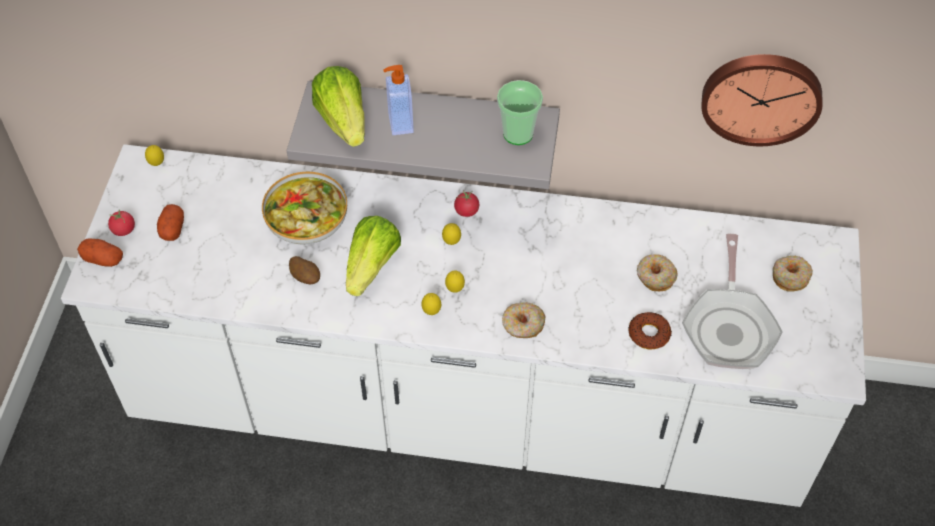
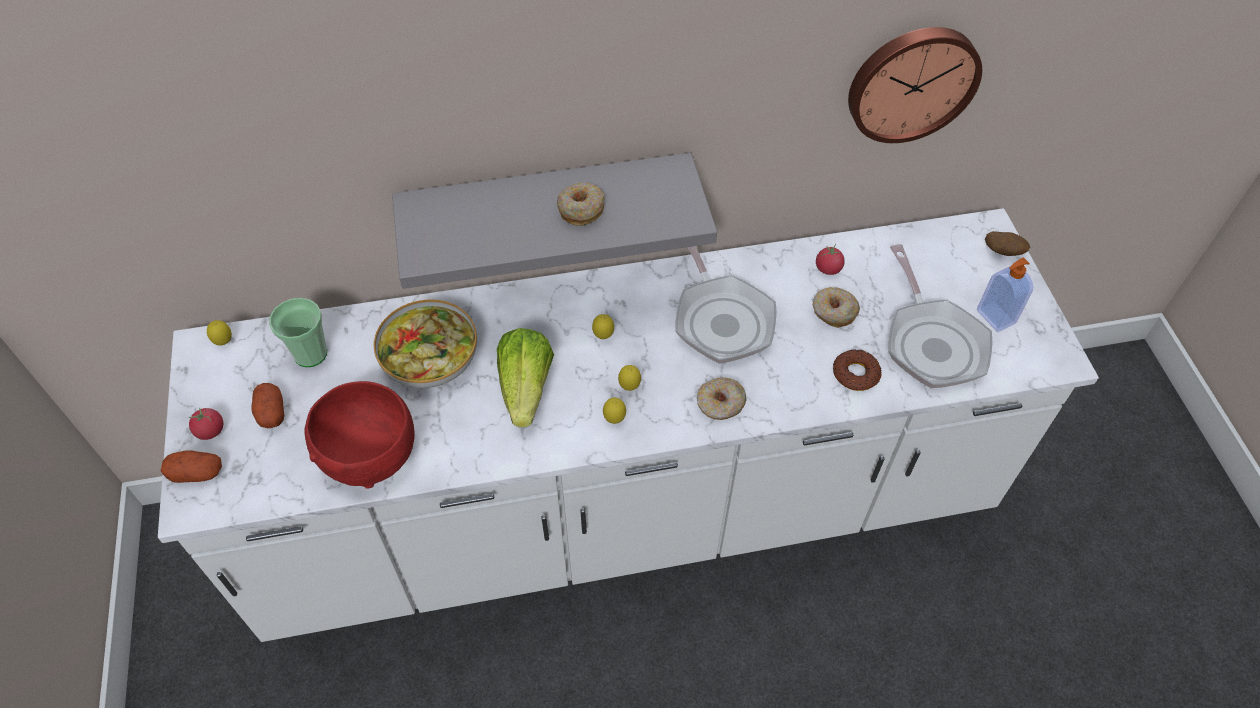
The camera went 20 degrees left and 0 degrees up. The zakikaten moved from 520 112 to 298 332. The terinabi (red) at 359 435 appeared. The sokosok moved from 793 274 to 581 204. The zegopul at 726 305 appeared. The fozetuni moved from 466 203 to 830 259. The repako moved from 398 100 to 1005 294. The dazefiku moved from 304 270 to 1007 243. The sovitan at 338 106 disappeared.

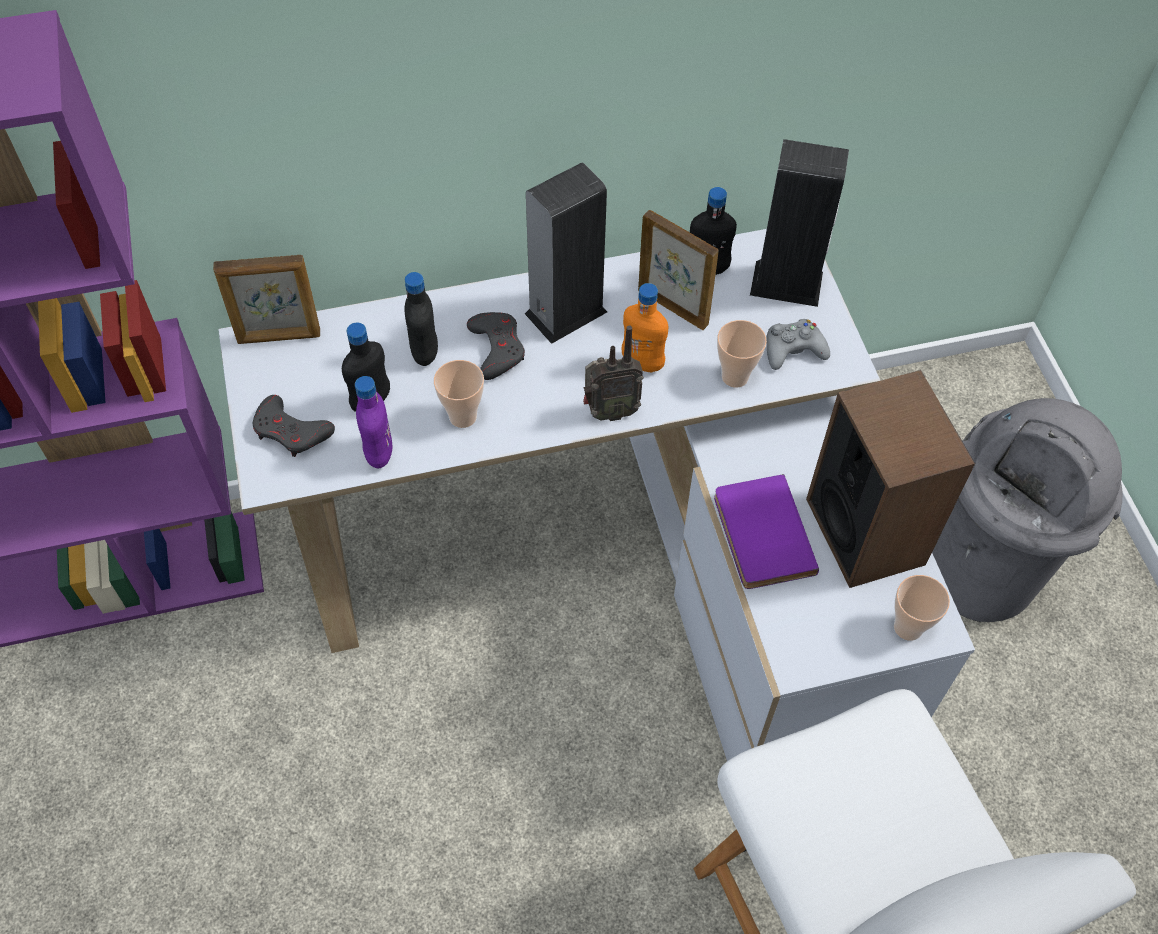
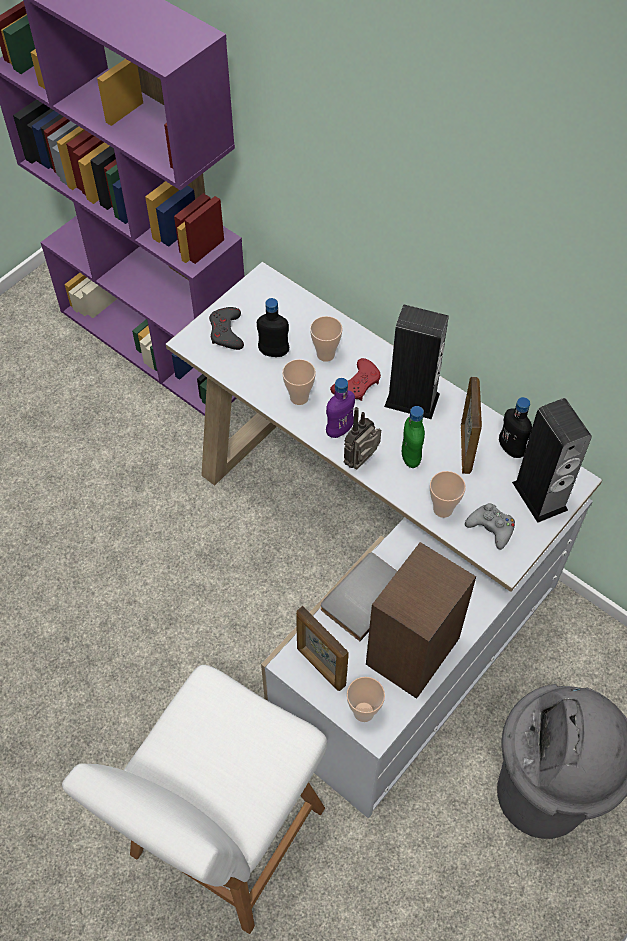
The camera went 55 degrees right and 0 degrees up. The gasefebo moved from 266 299 to 322 648. The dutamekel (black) at 421 319 was replaced by the zakikaten at 326 339. The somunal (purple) at 766 531 became the somunal (grey) at 359 597. The dutamekel (purple) moved from 373 422 to 340 408. The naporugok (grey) at 496 346 became the naporugok (red) at 355 379. The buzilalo at 613 373 turned 90 degrees clockwise. The dutamekel (orange) at 645 327 became the dutamekel (green) at 413 437.

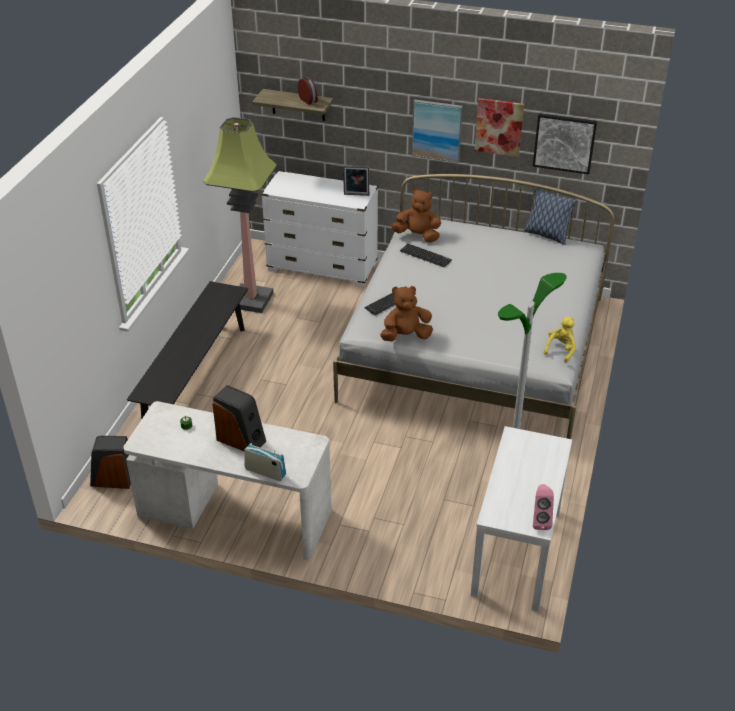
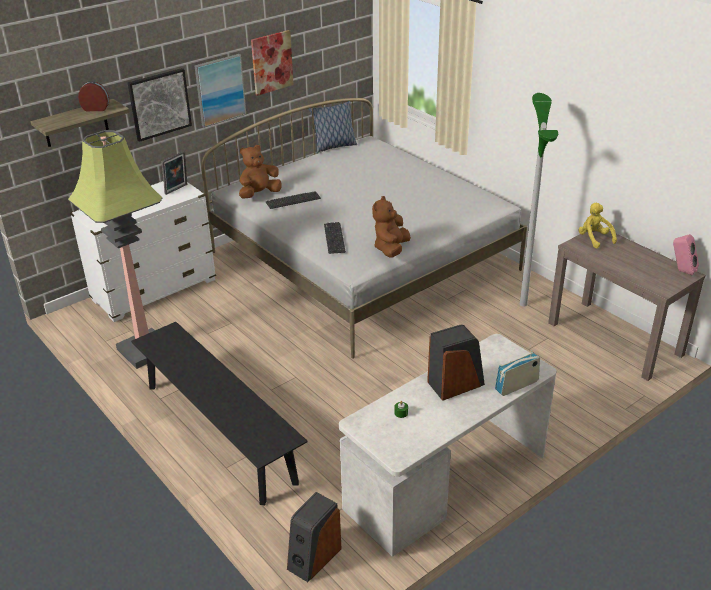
The camera went 55 degrees left and 5 degrees down. The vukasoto moved from 565 143 to 160 105. The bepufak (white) at 521 519 became the bepufak (brown) at 627 306. The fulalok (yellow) moved from 560 339 to 598 226.

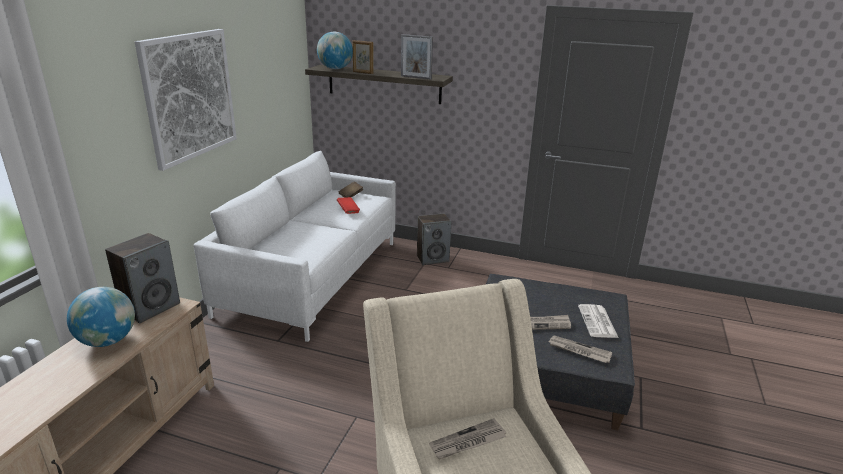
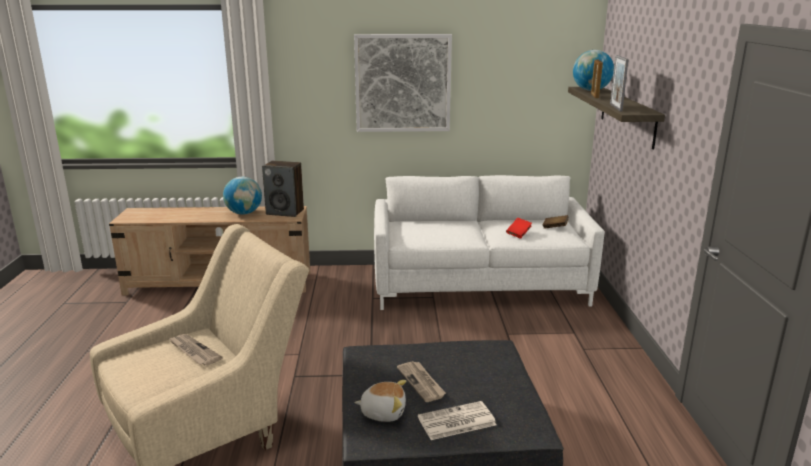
The camera went 70 degrees right and 5 degrees down. The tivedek at 580 349 was replaced by the fulalok at 380 401. The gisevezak at 434 239 disappeared.

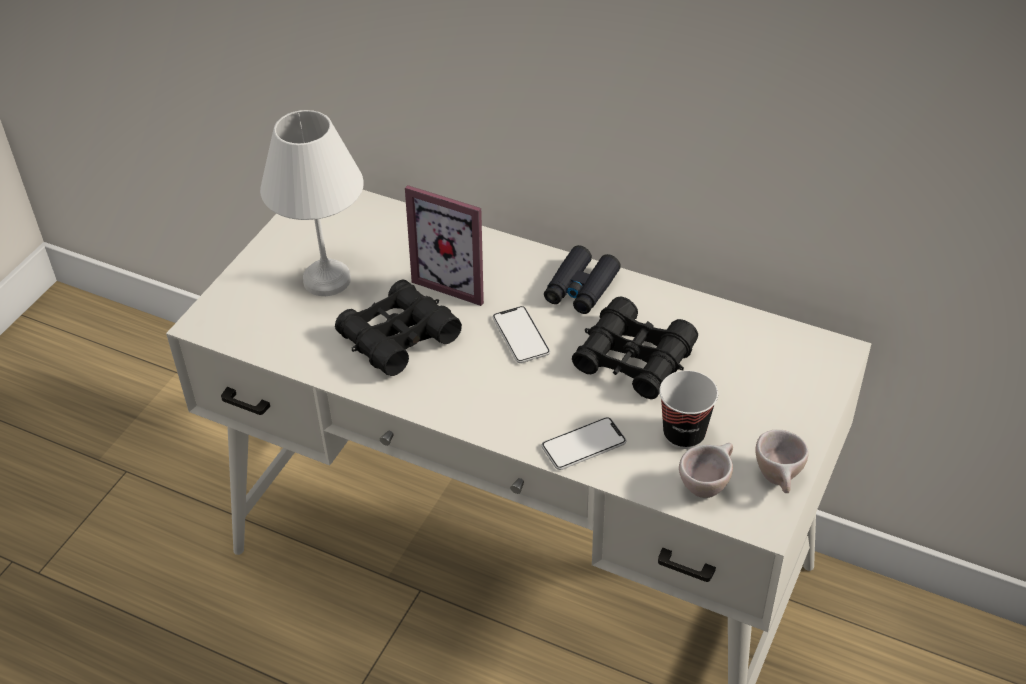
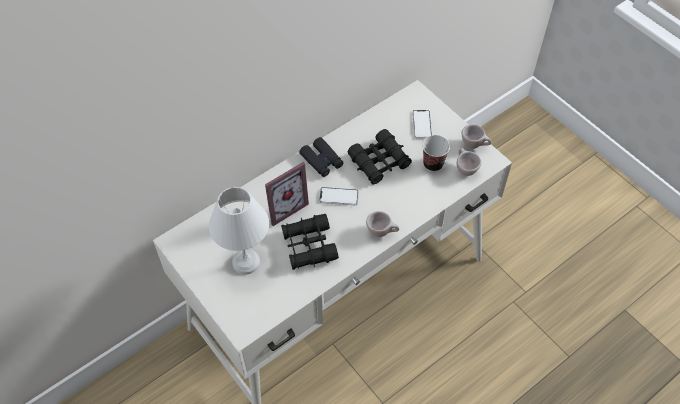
The camera went 65 degrees left and 10 degrees up. The zakikaten (beige) at 382 224 appeared. The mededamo moved from 583 443 to 422 124.

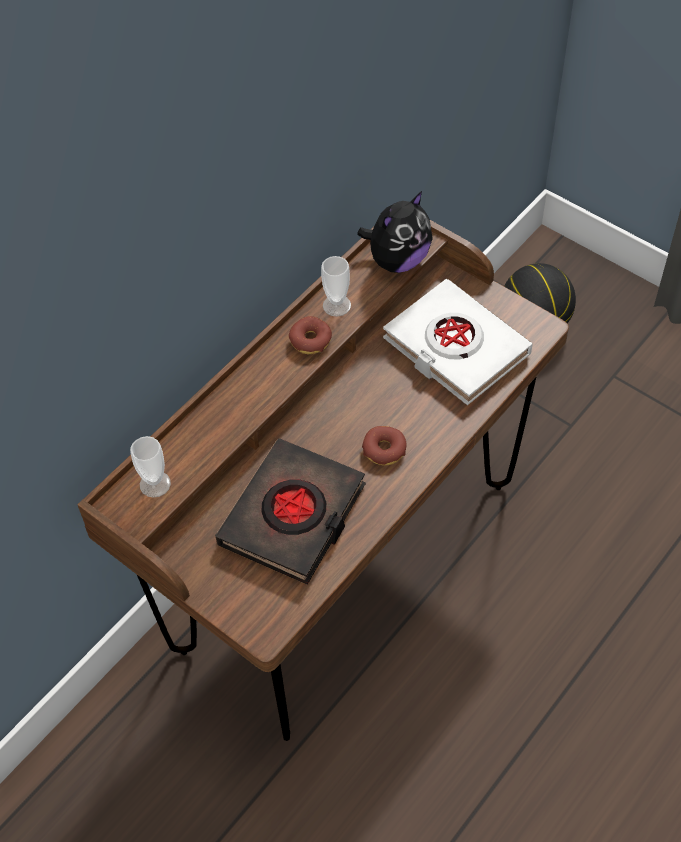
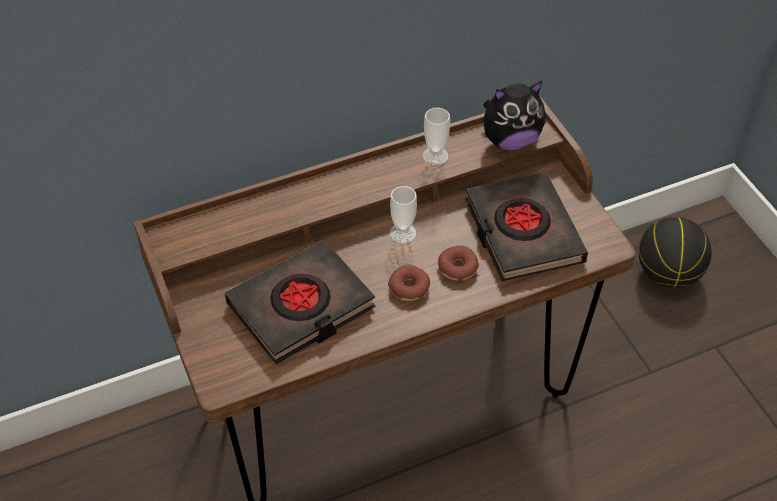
The camera went 25 degrees right and 5 degrees down. The zakikaten moved from 150 467 to 403 214. The sokosok moved from 310 335 to 458 263. The somunal (white) at 458 342 became the somunal (black) at 526 226.

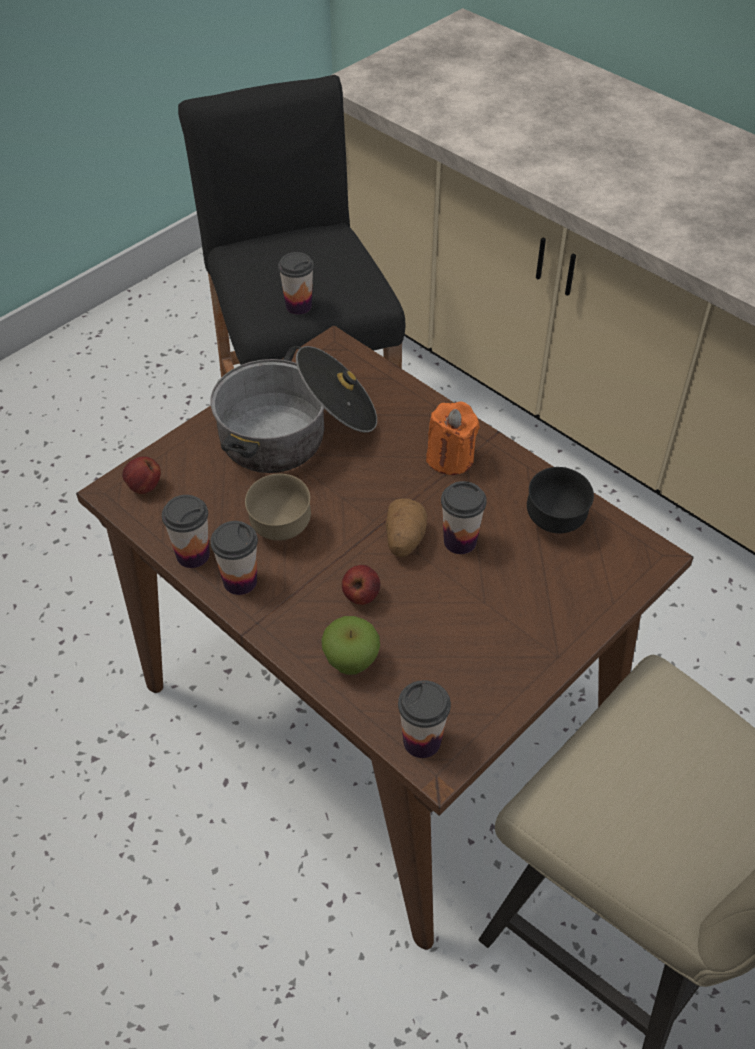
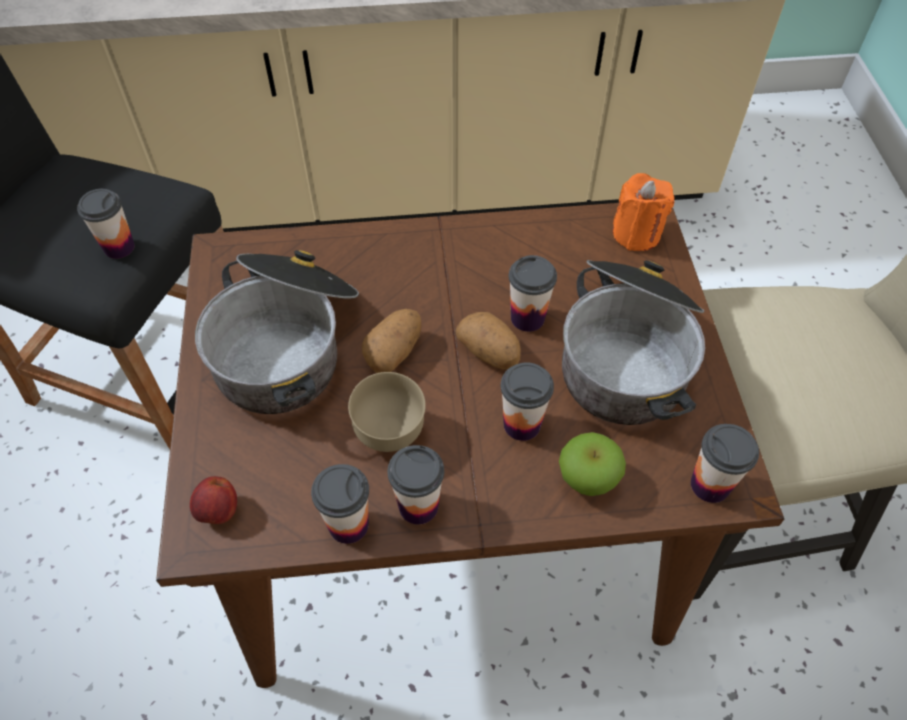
The camera went 50 degrees left and 5 degrees up. The dazefiku at 391 341 appeared. The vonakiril at 361 585 was replaced by the zakikaten at 527 402. The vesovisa at 633 342 appeared. The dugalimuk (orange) moved from 453 438 to 644 212. The terinabi (black) at 560 500 disappeared.

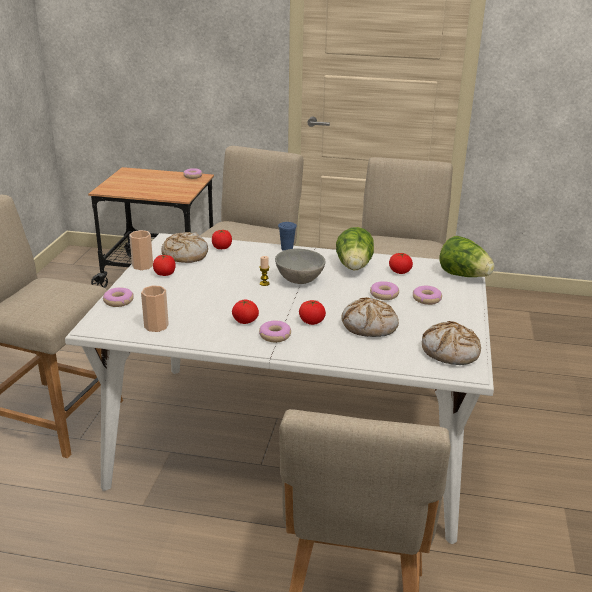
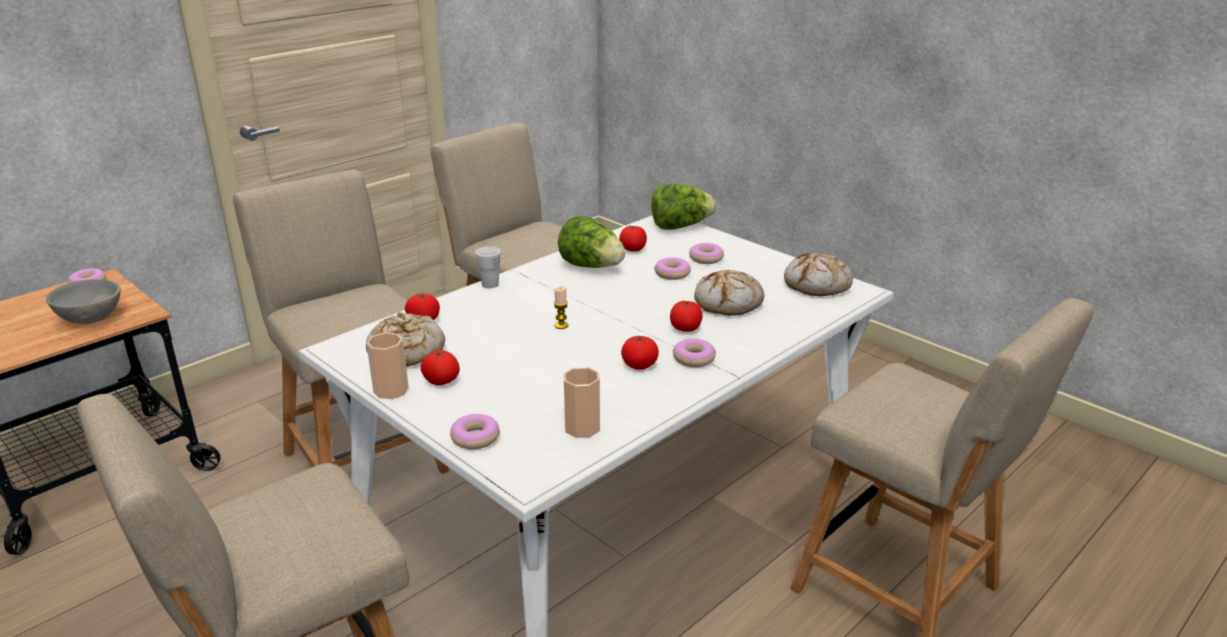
The camera went 55 degrees left and 0 degrees up. The terinabi (grey) moved from 300 266 to 83 301. The zakikaten (blue) at 287 236 became the zakikaten (white) at 488 267.

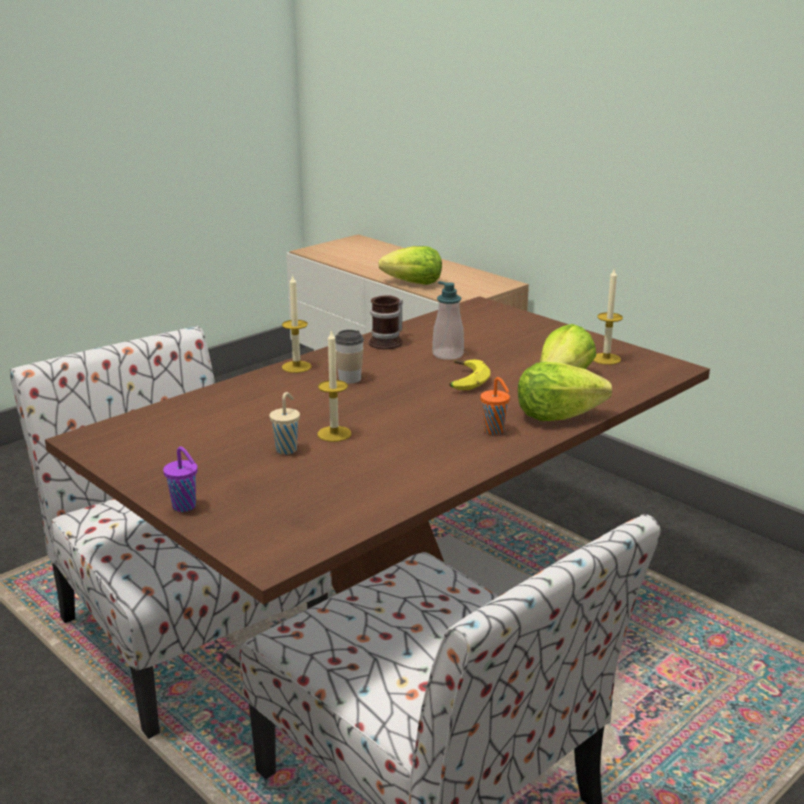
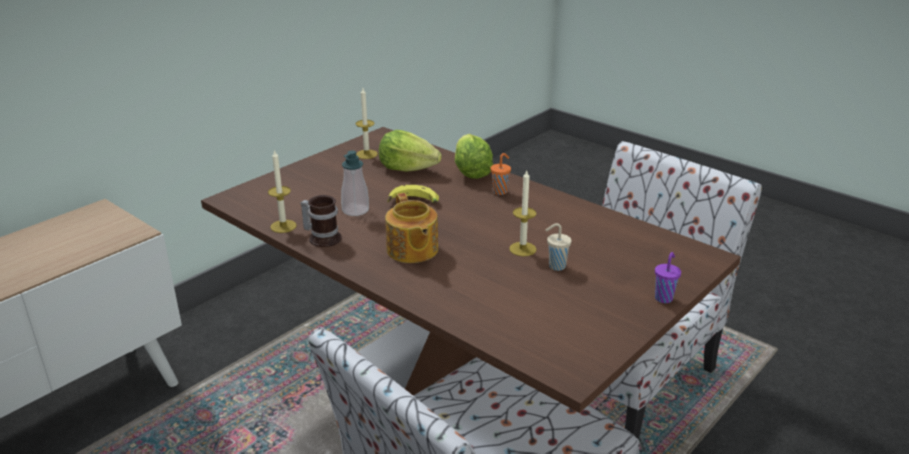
The camera went 95 degrees left and 5 degrees up. The dugalimuk moved from 297 323 to 282 191. The zakikaten at 349 357 was replaced by the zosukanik at 411 228. The sovitan at 410 265 disappeared.

